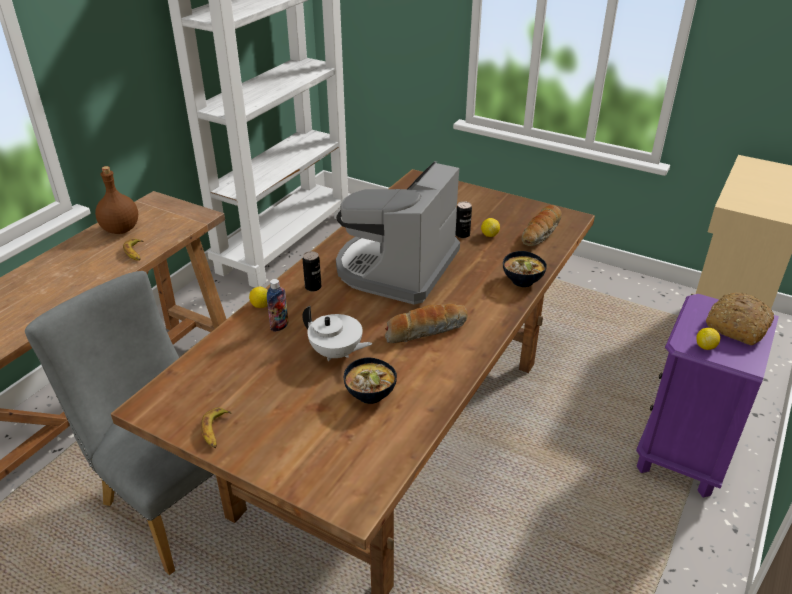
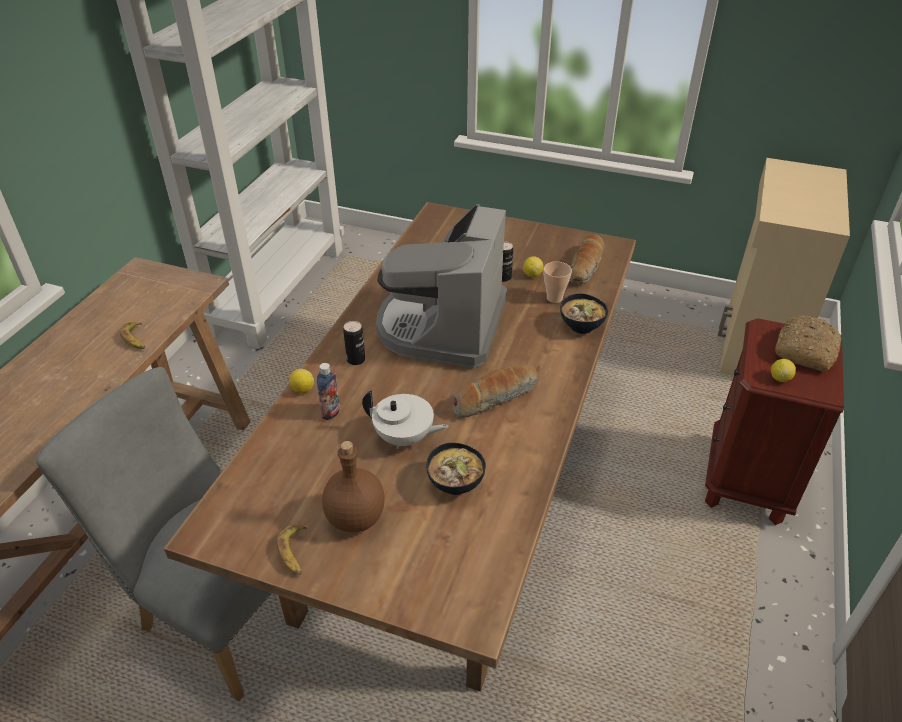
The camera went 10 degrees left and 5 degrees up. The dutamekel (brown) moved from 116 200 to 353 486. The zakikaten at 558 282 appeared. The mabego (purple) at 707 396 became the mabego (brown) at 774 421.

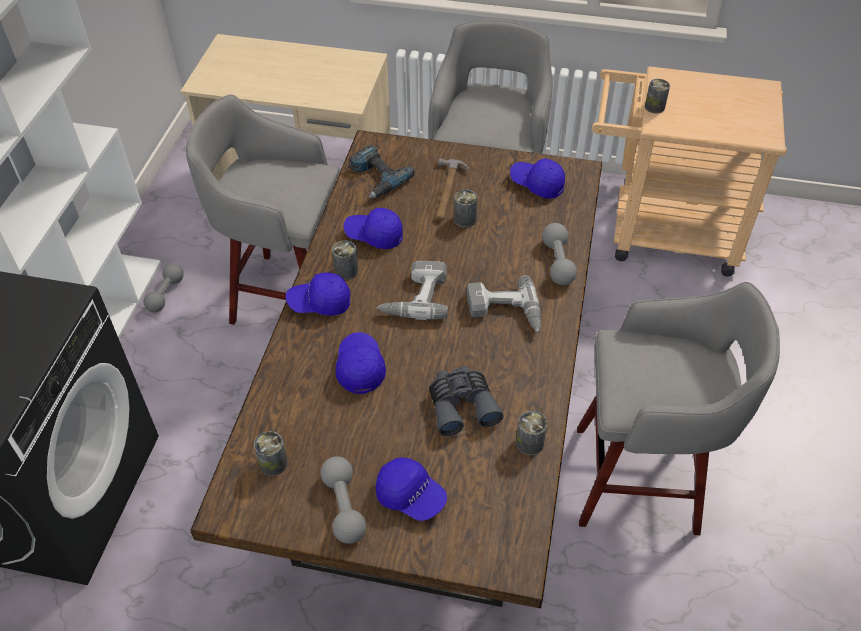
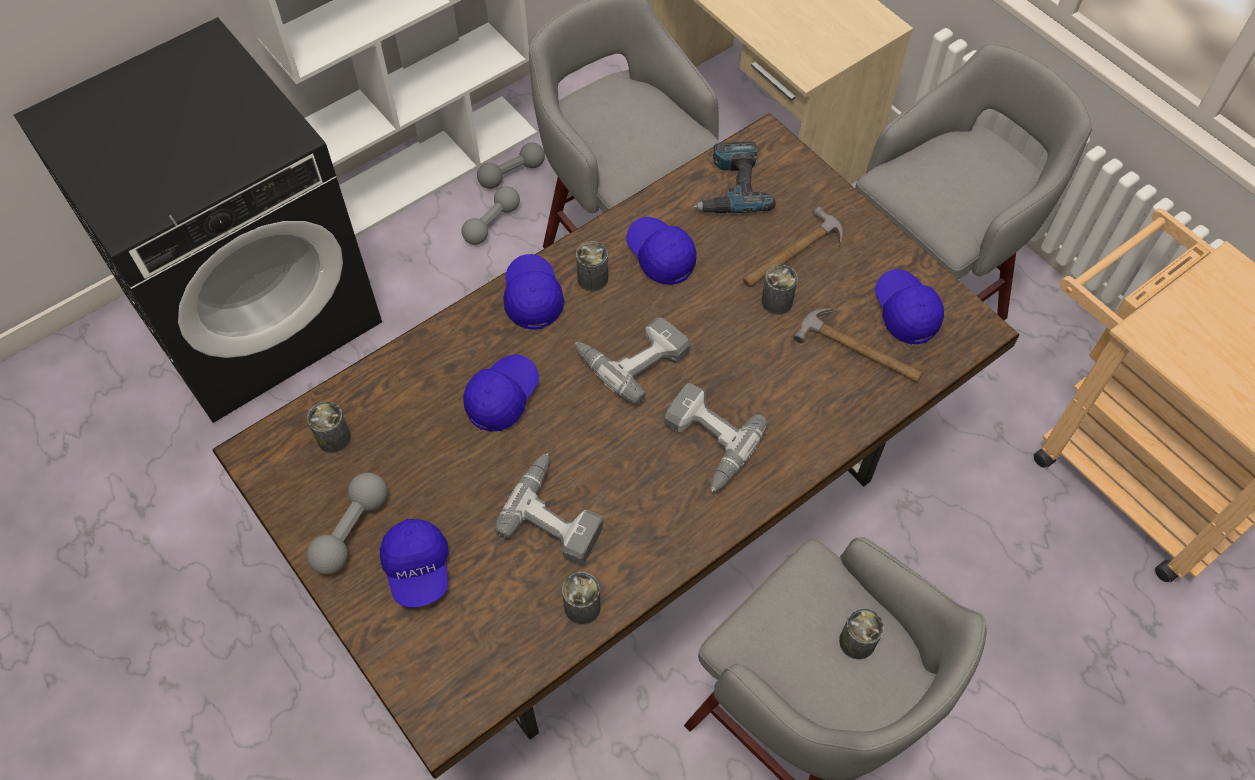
The camera went 40 degrees right and 10 degrees up. The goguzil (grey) moved from 559 254 to 491 215. The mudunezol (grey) at 466 401 was replaced by the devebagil at 549 508. The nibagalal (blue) at 318 294 turned 45 degrees clockwise. The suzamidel at 858 345 appeared. The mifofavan moved from 657 96 to 861 634.

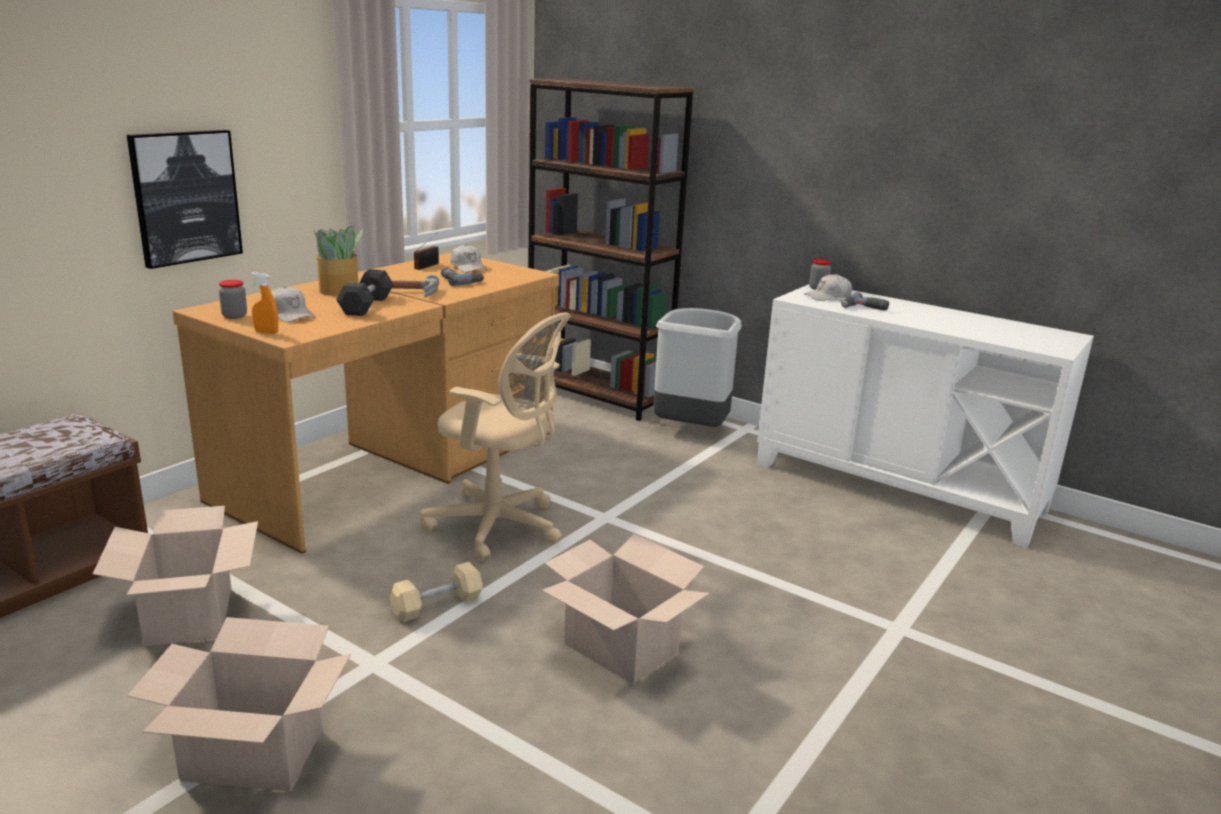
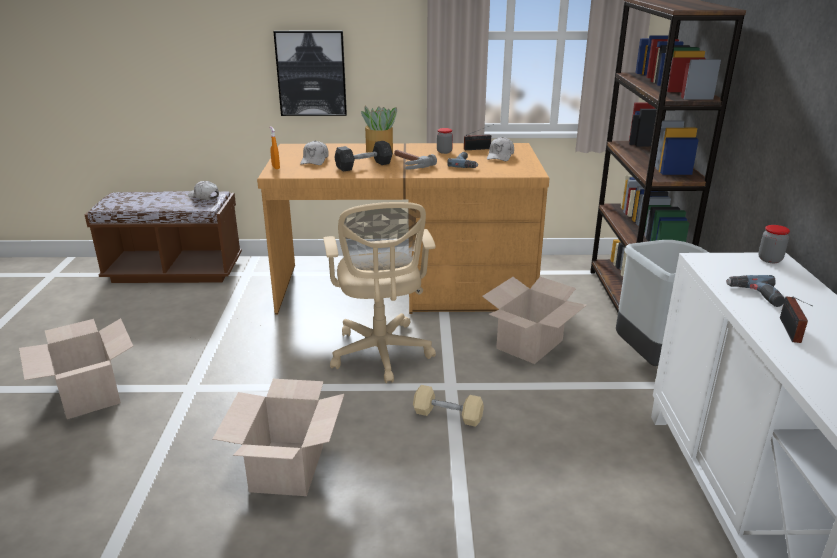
The camera went 55 degrees right and 5 degrees up. The nibagalal (white) moved from 828 287 to 203 190. The goguzil (beige) moved from 436 592 to 448 406. The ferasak moved from 233 299 to 445 141. The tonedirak moved from 175 576 to 534 320. The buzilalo at 796 319 appeared.

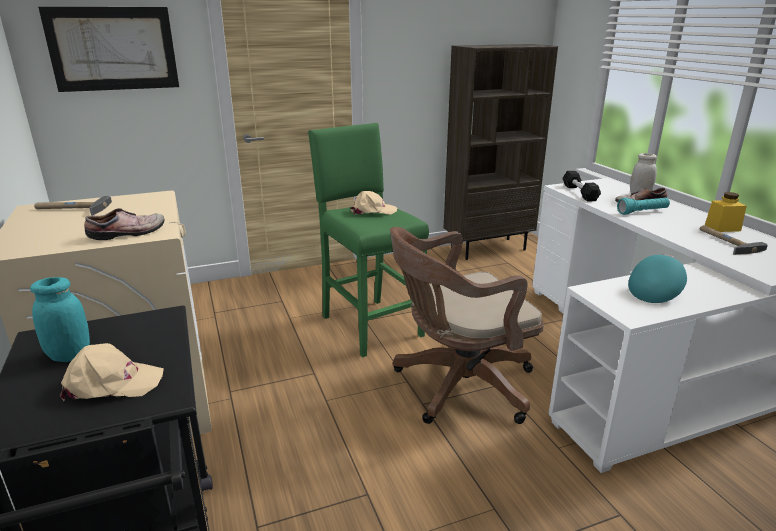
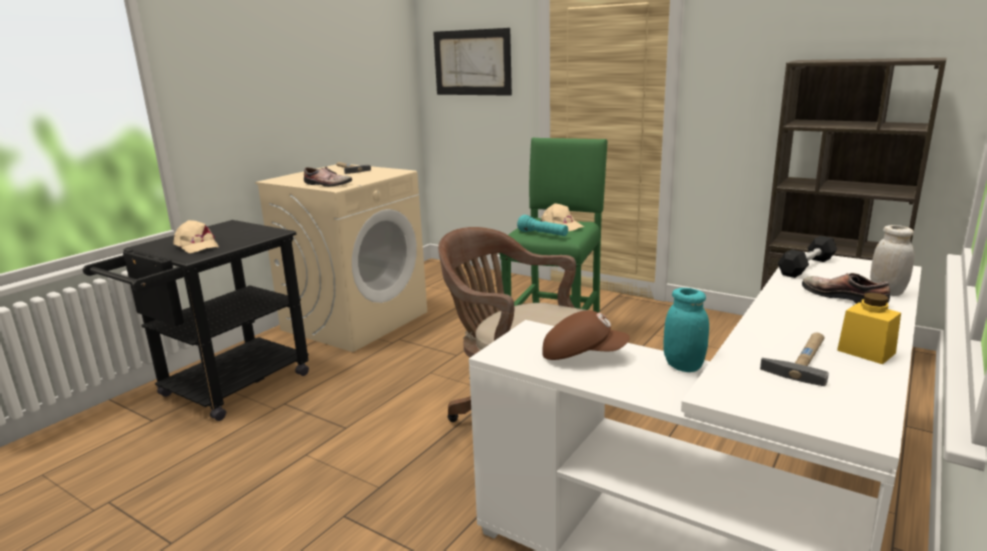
The camera went 55 degrees right and 5 degrees down. The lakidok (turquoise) moved from 643 206 to 542 225. The nibagalal (turquoise) at 657 278 became the nibagalal (brown) at 586 335. The ferasak (turquoise) moved from 60 319 to 686 330.

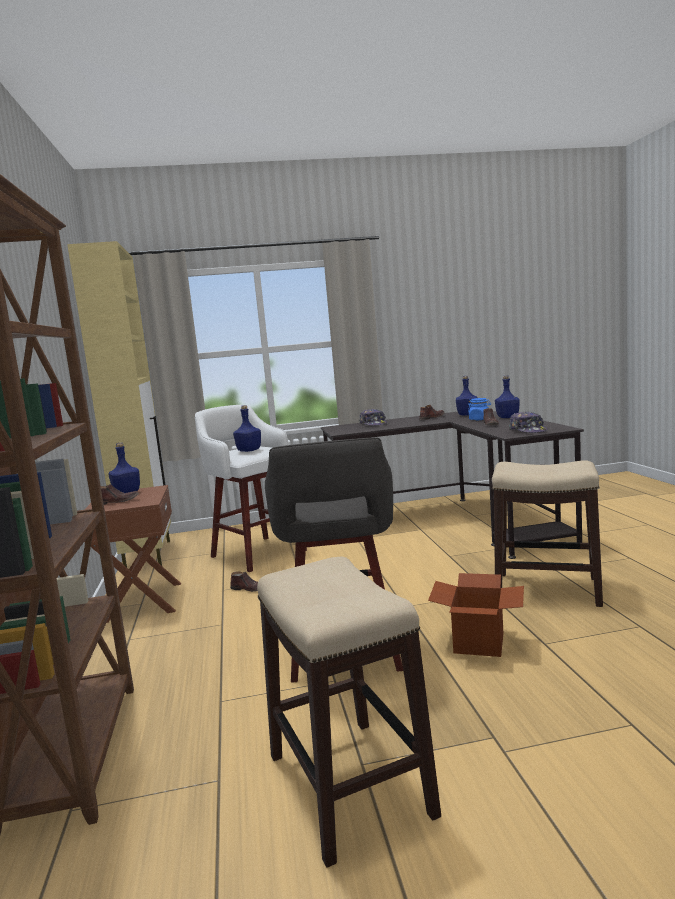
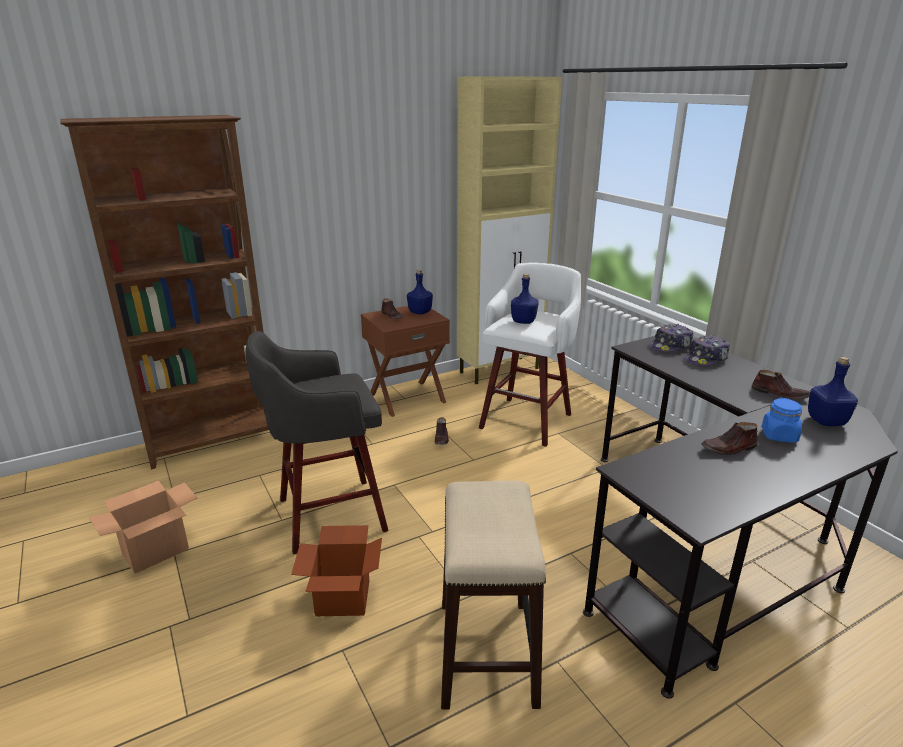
The camera went 70 degrees right and 15 degrees up. The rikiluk at 349 712 was replaced by the tonedirak at 143 527. The nibagalal moved from 528 422 to 671 338. The dutamekel (blue) at 507 396 disappeared.

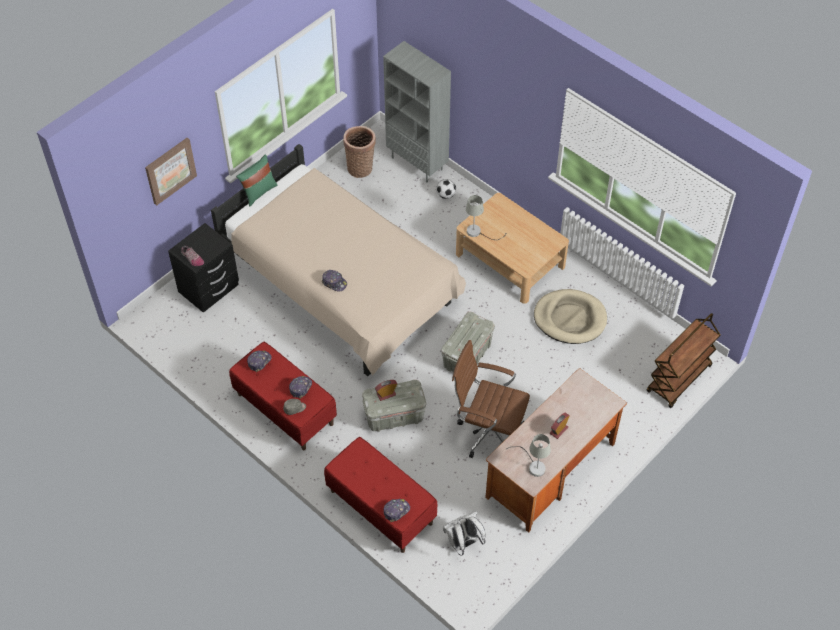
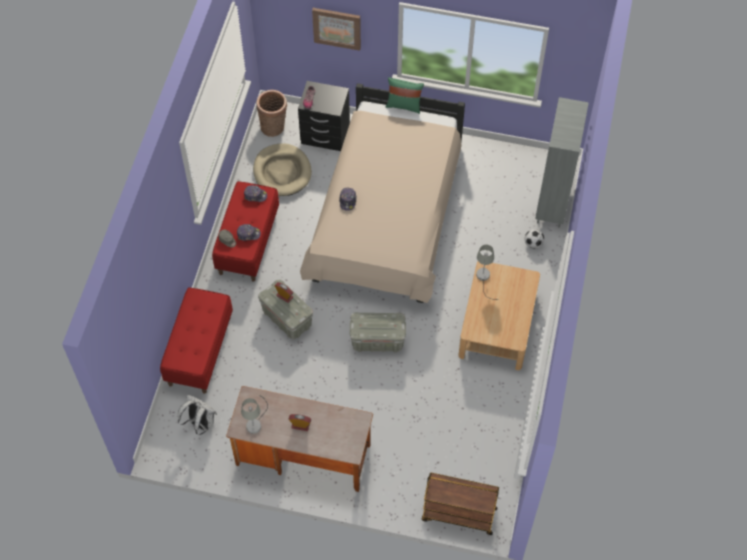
The camera went 60 degrees right and 5 degrees up. The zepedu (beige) moved from 570 316 to 282 169. The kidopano moved from 359 152 to 272 113. The nibagalal at 396 510 disappeared. The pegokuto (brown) at 491 399 disappeared.

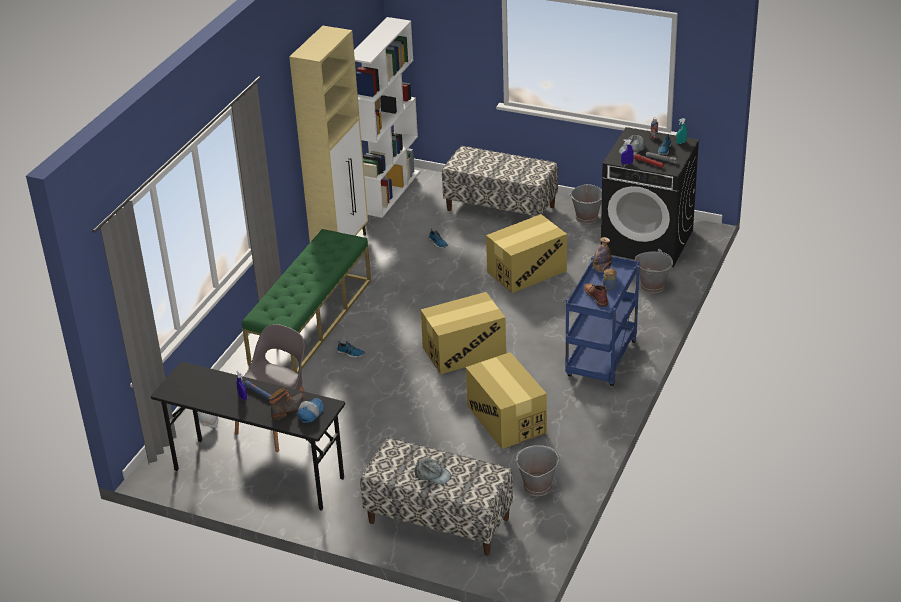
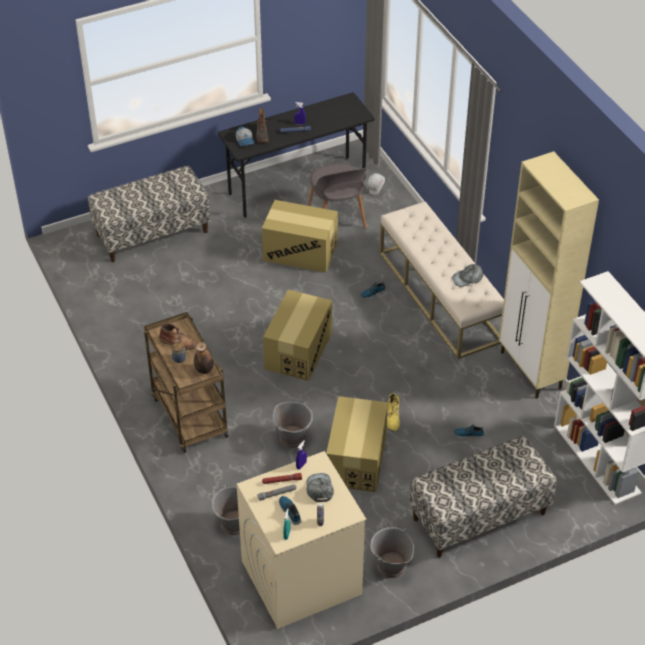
The camera went 130 degrees right and 10 degrees up. The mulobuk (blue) at 602 321 became the mulobuk (brown) at 186 382. The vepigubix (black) at 650 197 became the vepigubix (beige) at 301 540. The tonedirak moved from 506 400 to 300 236. The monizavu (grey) moved from 537 470 to 293 425. The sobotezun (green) at 306 301 became the sobotezun (beige) at 441 280. The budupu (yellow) at 393 412 appeared. The nibagalal (grey) moved from 433 471 to 468 275.

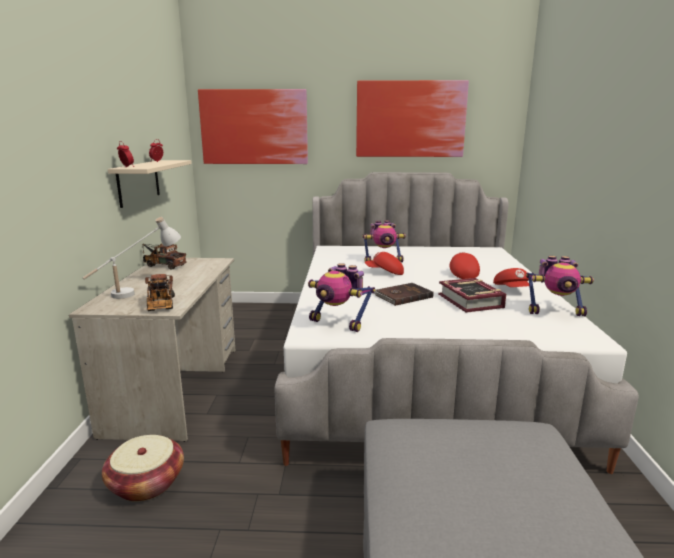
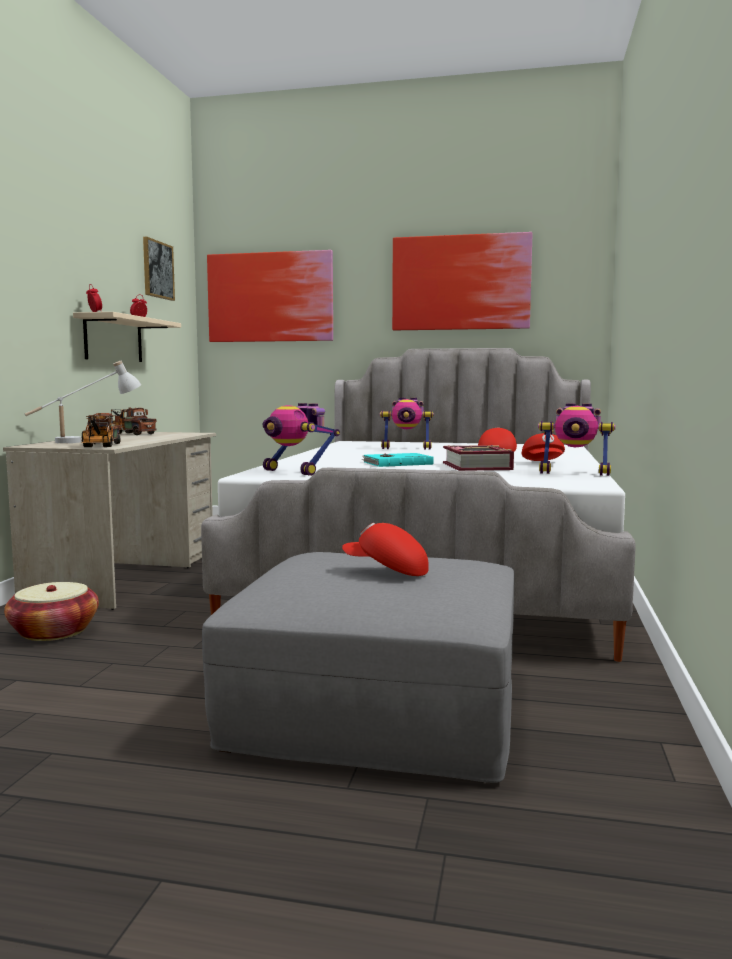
The camera went 10 degrees right and 10 degrees down. The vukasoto at 159 269 appeared. The nibagalal (red) moved from 384 263 to 385 549. The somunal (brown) at 403 294 became the somunal (turquoise) at 398 460.

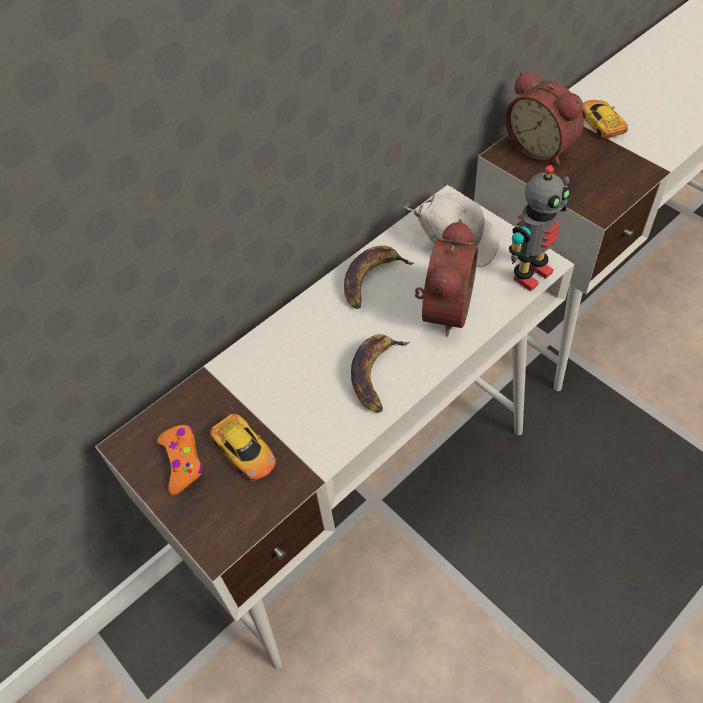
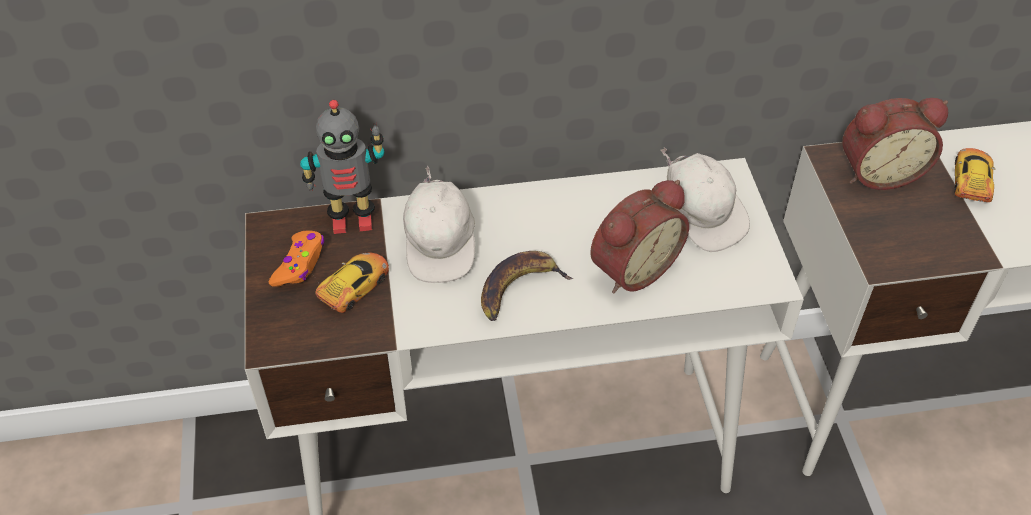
The camera went 30 degrees right and 5 degrees down. The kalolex moved from 539 228 to 342 167. The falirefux at 243 437 turned 135 degrees counterclockwise. The nibagalal (white) at 439 224 appeared. The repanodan at 544 118 turned 90 degrees counterclockwise. The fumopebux at 379 277 disappeared.

